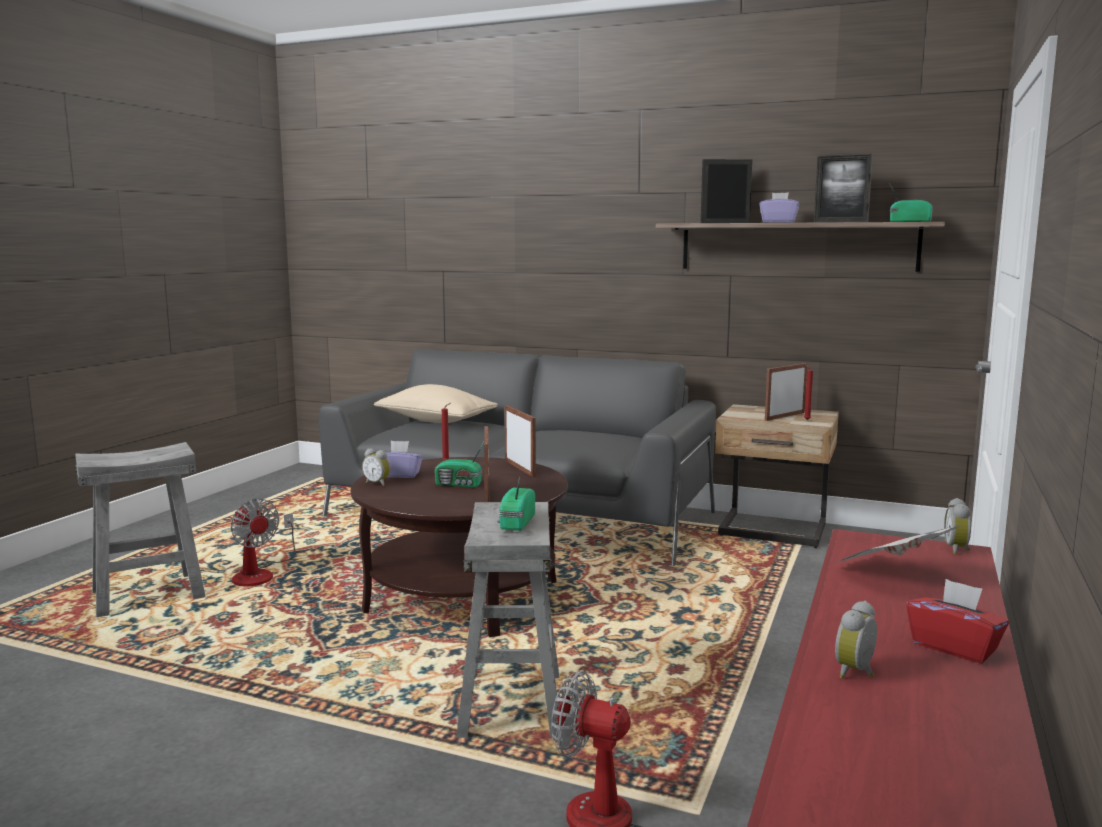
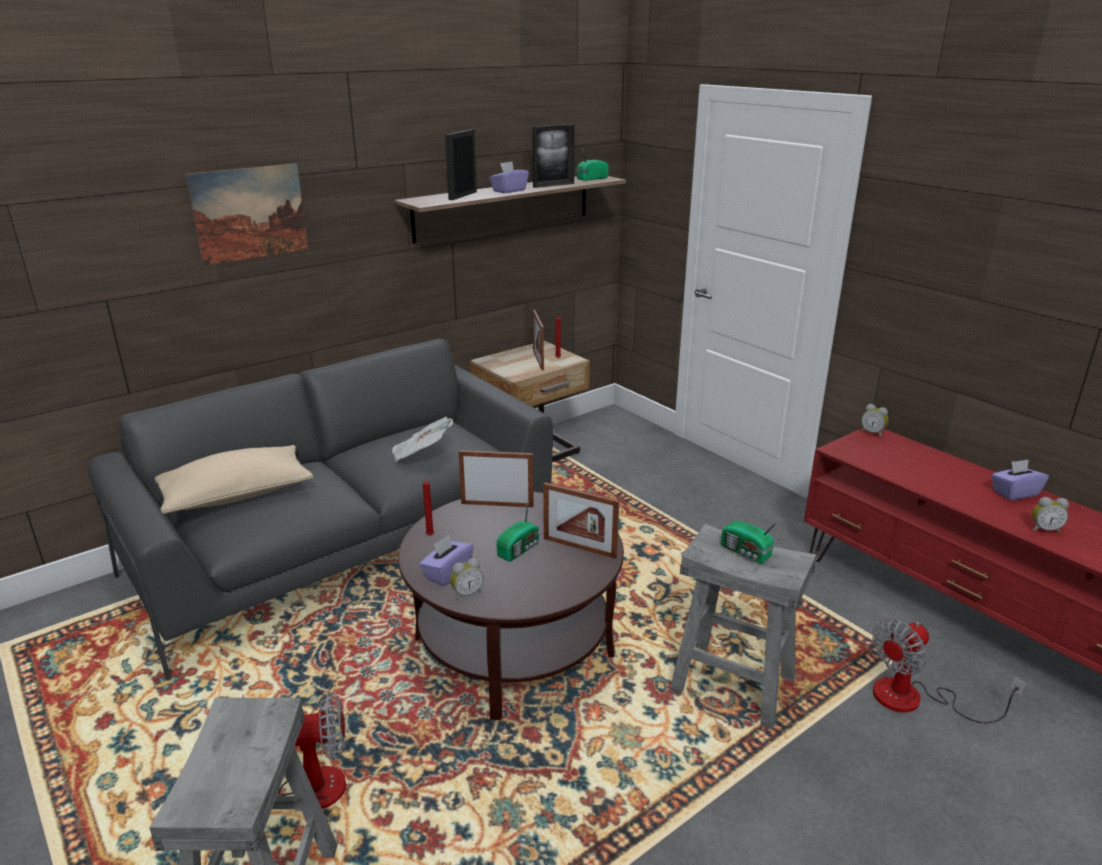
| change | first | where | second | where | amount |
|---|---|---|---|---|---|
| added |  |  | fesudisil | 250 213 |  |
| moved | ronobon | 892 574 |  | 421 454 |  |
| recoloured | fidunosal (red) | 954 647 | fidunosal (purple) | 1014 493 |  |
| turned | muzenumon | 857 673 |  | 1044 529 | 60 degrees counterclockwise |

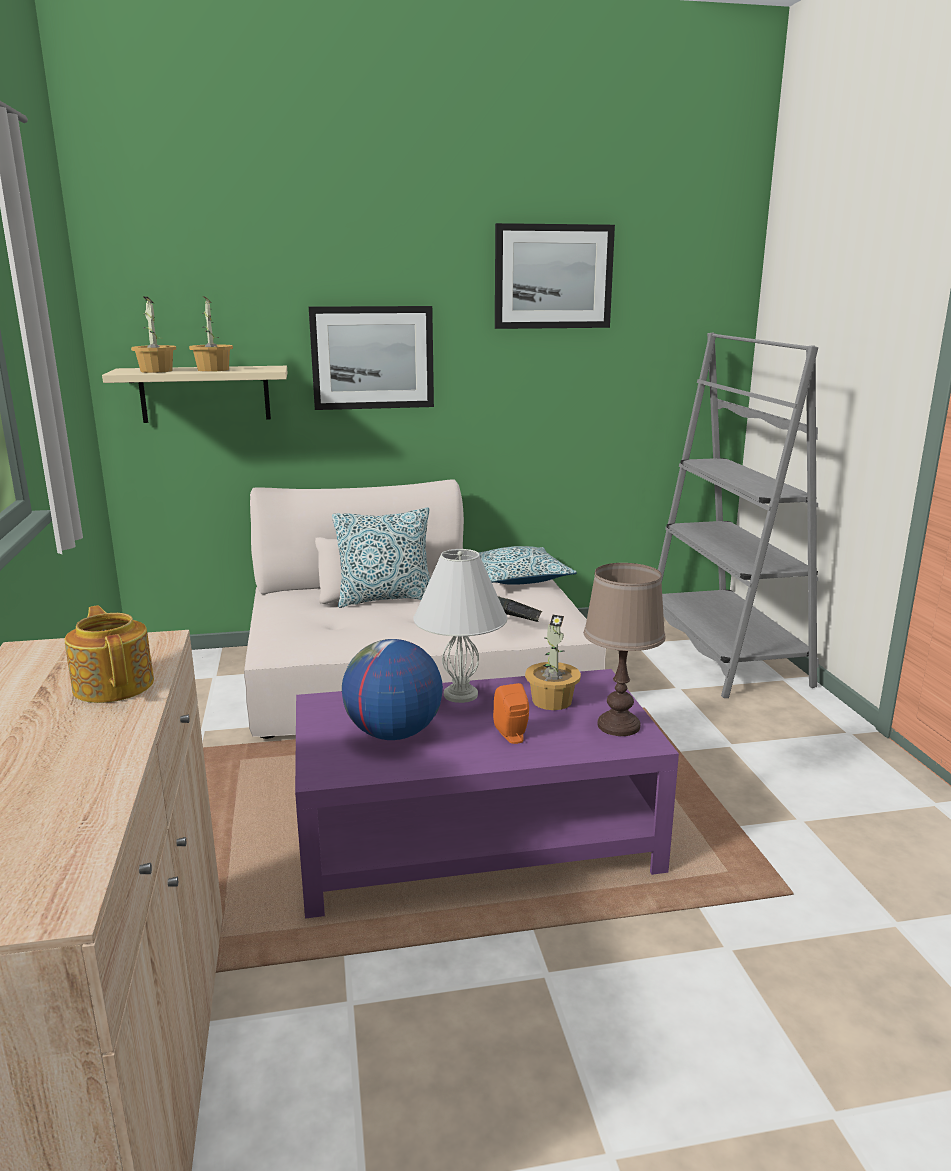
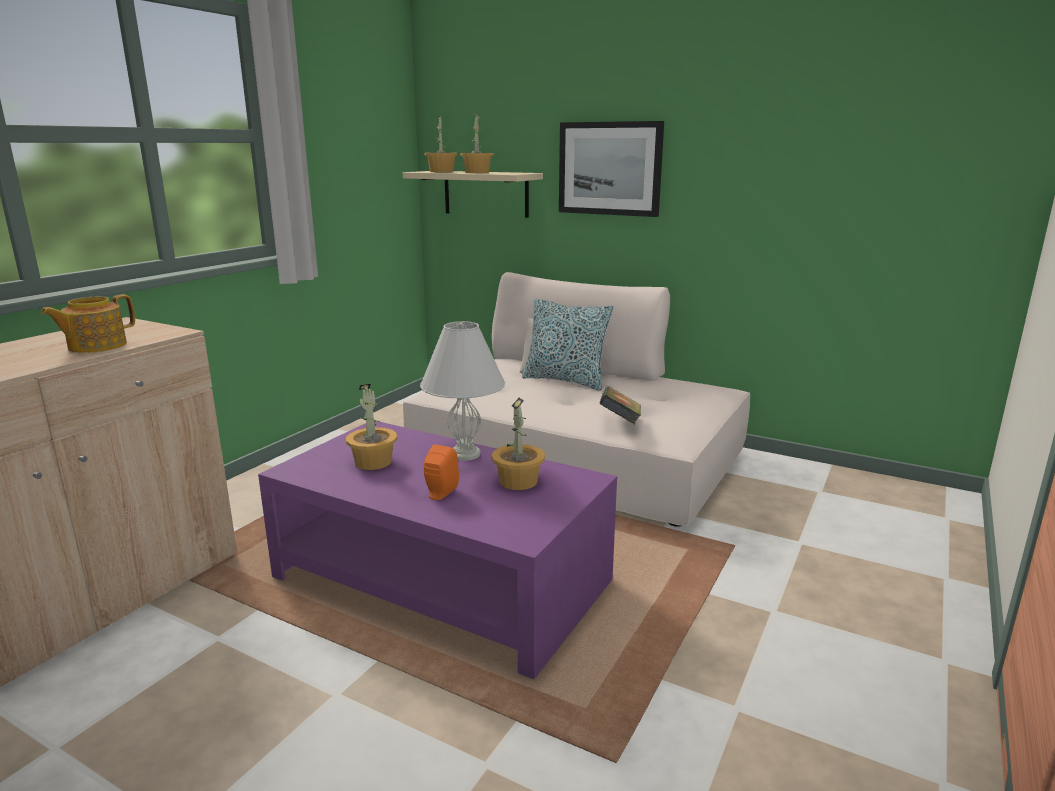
| change | first | where | second | where | amount |
|---|---|---|---|---|---|
| removed | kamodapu | 517 578 |  |  |  |
| removed | fesudisil | 553 277 |  |  |  |
| removed | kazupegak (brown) | 619 726 |  |  |  |
| removed | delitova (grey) | 724 652 |  |  |  |
| replaced | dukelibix | 393 734 | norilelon | 373 462 |  |
| turned | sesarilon | 114 685 |  | 96 346 | 150 degrees counterclockwise |

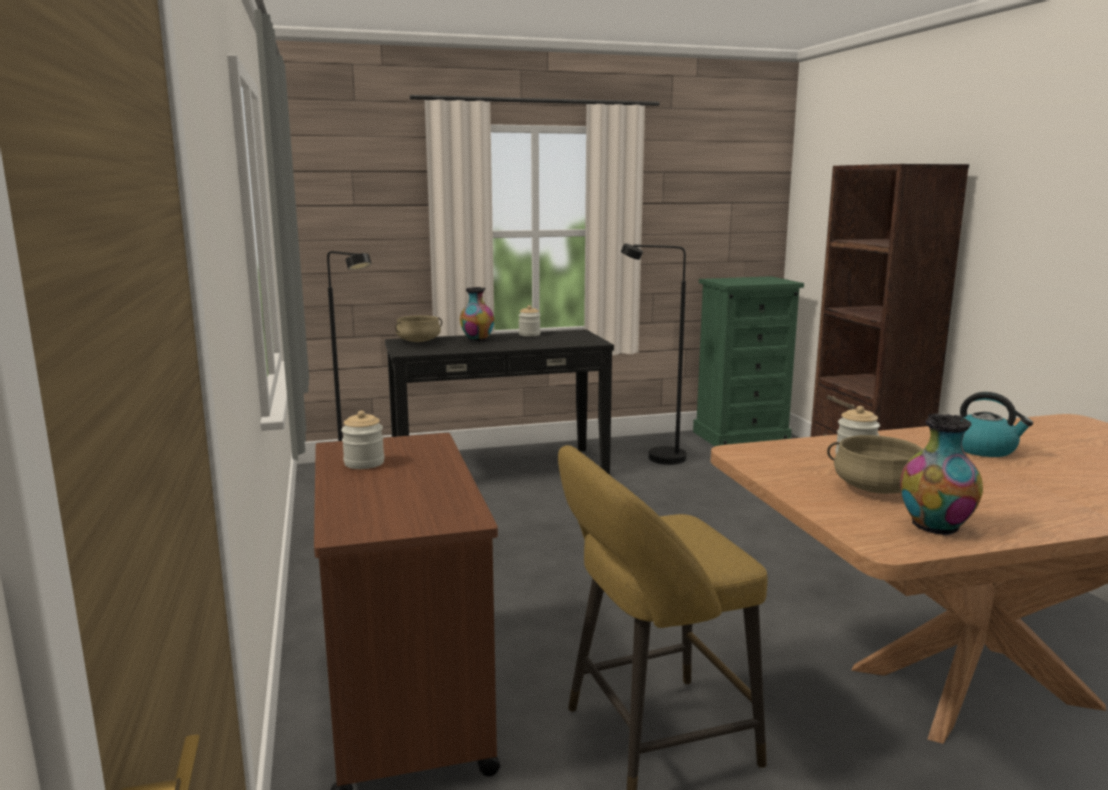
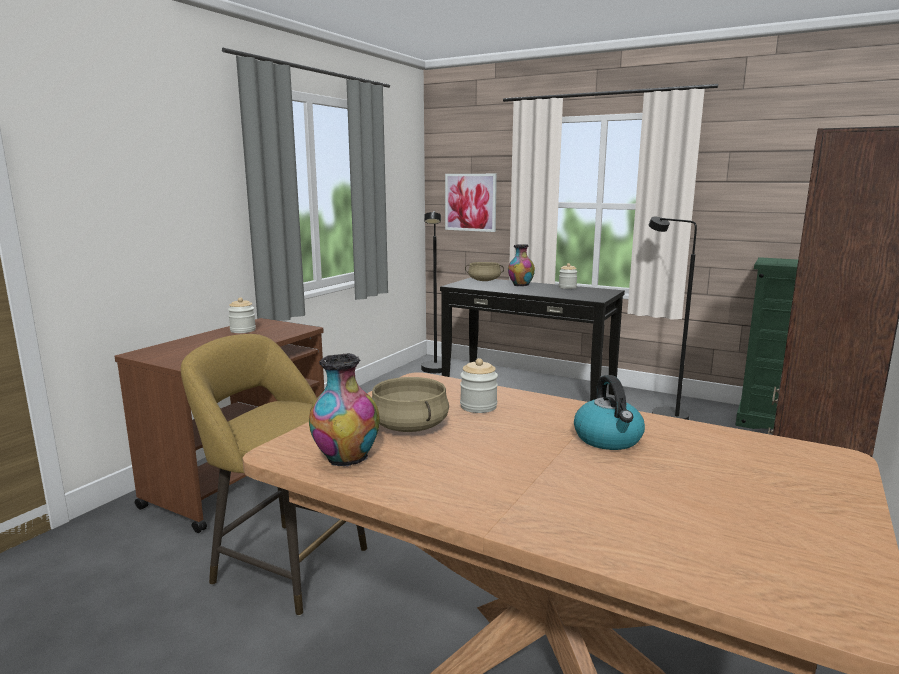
| change | first | where | second | where | amount |
|---|---|---|---|---|---|
| added |  |  | fesudisil | 470 202 |  |

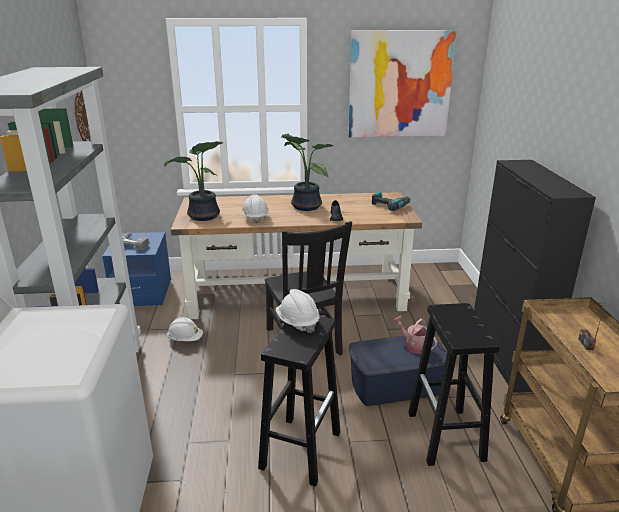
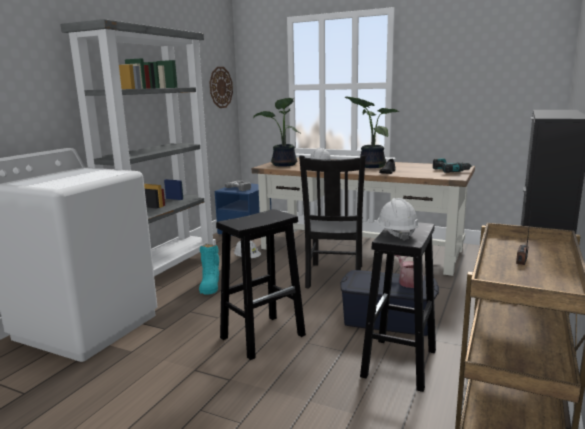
| change | first | where | second | where | amount |
|---|---|---|---|---|---|
| removed | fesudisil | 400 84 |  |  |  |
| added |  |  | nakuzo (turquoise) | 210 284 |  |
| moved | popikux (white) | 297 322 |  | 396 233 |  |

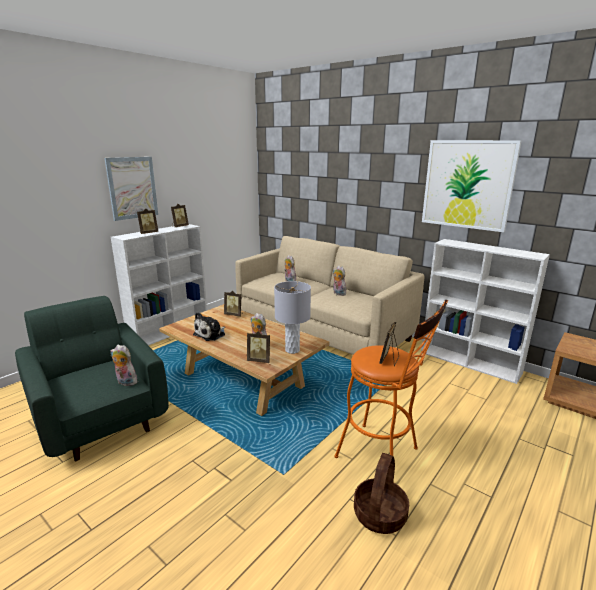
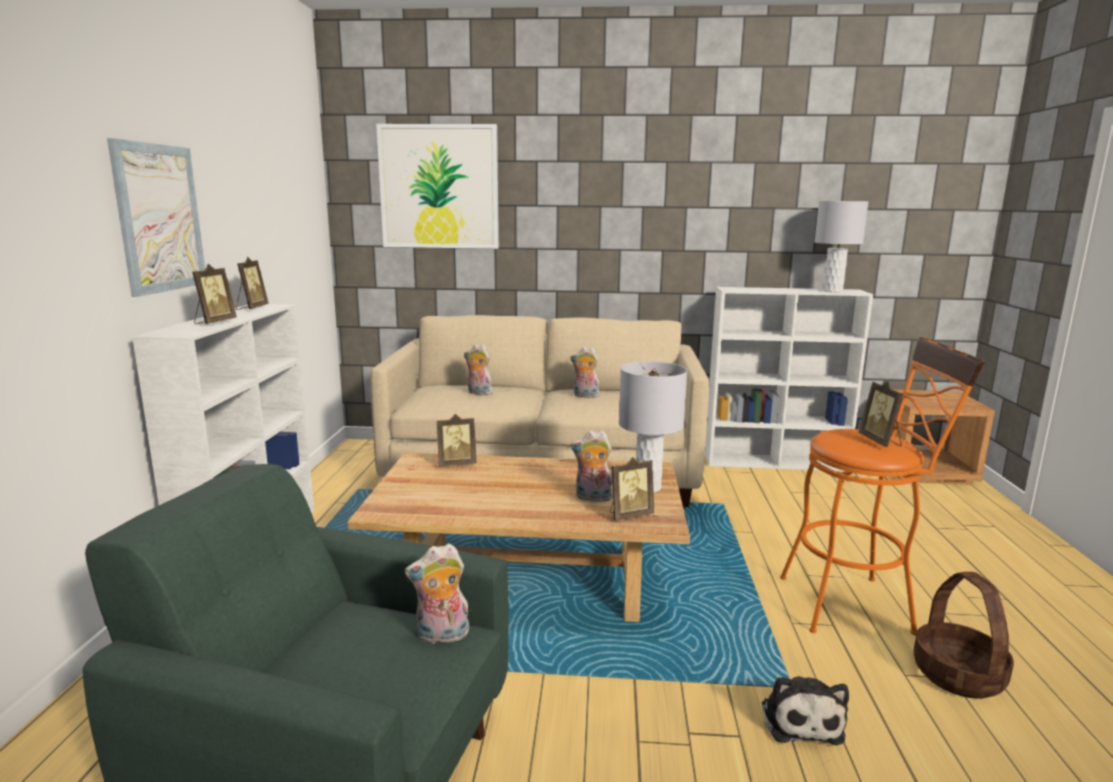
| change | first | where | second | where | amount |
|---|---|---|---|---|---|
| added |  |  | kazupegak (grey) | 833 291 |  |
| moved | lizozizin | 211 334 |  | 800 719 |  |
| moved | fesudisil | 467 184 |  | 439 187 |  |

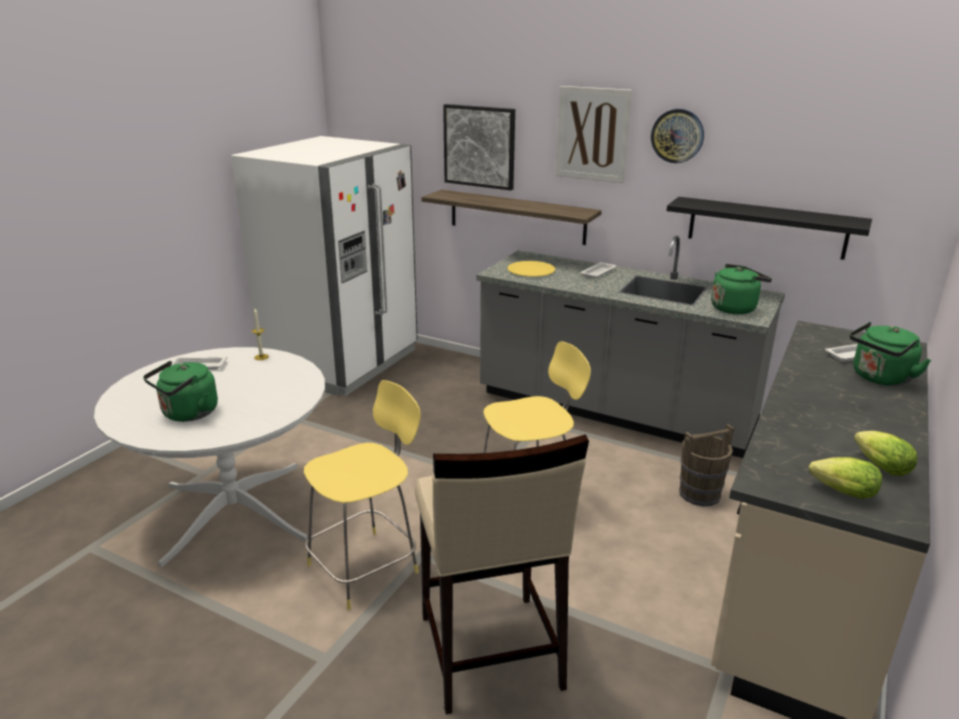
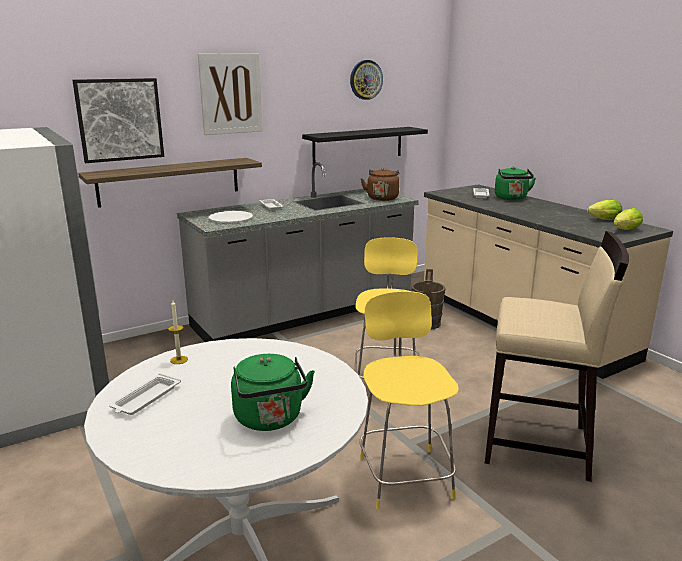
| change | first | where | second | where | amount |
|---|---|---|---|---|---|
| moved | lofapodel | 677 136 |  | 366 80 |  |
| recoloured | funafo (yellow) | 531 270 | funafo (white) | 230 218 |  |
| recoloured | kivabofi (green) | 735 308 | kivabofi (brown) | 382 198 |  |

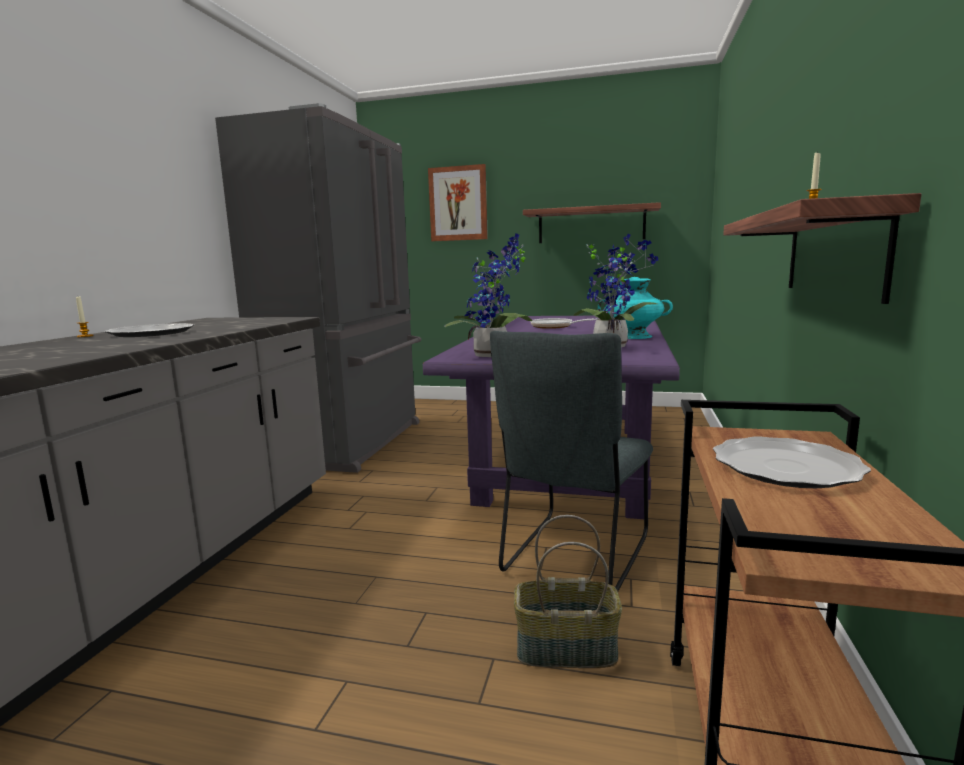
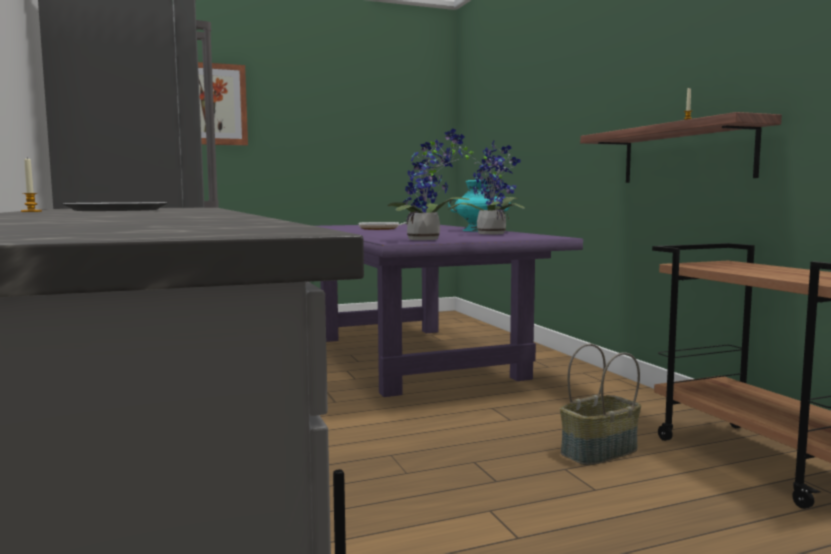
| change | first | where | second | where | amount |
|---|---|---|---|---|---|
| removed | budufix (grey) | 573 558 |  |  |  |
| removed | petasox | 591 225 |  |  |  |
| removed | funafo | 786 467 |  |  |  |

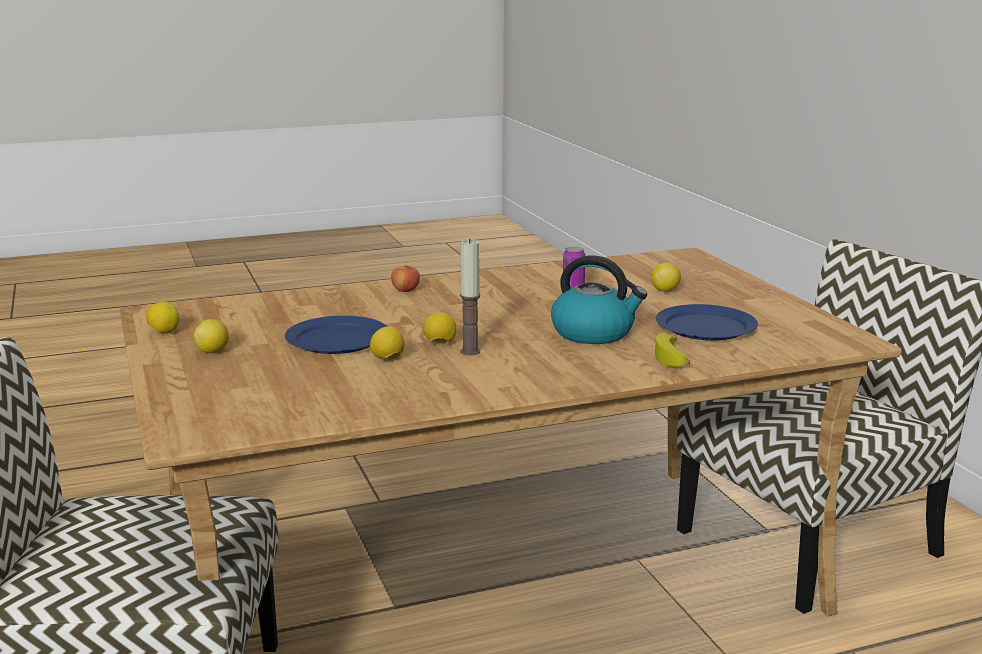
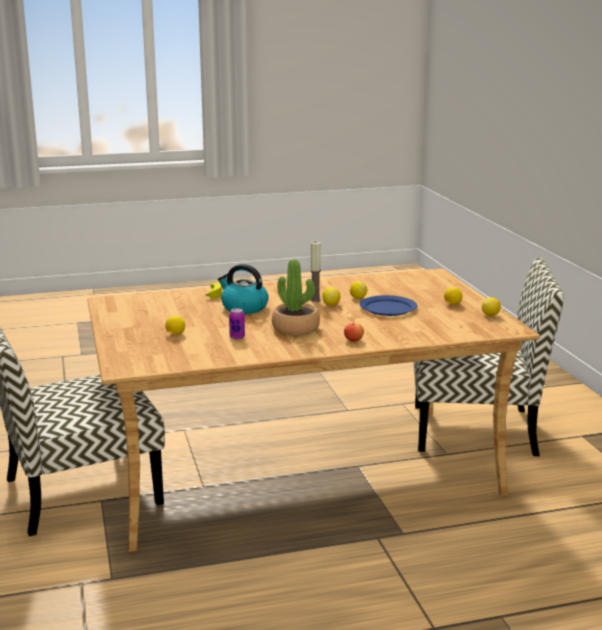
| change | first | where | second | where | amount |
|---|---|---|---|---|---|
| removed | funafo (blue) | 705 327 |  |  |  |
| added |  |  | norilelon | 296 328 |  |

